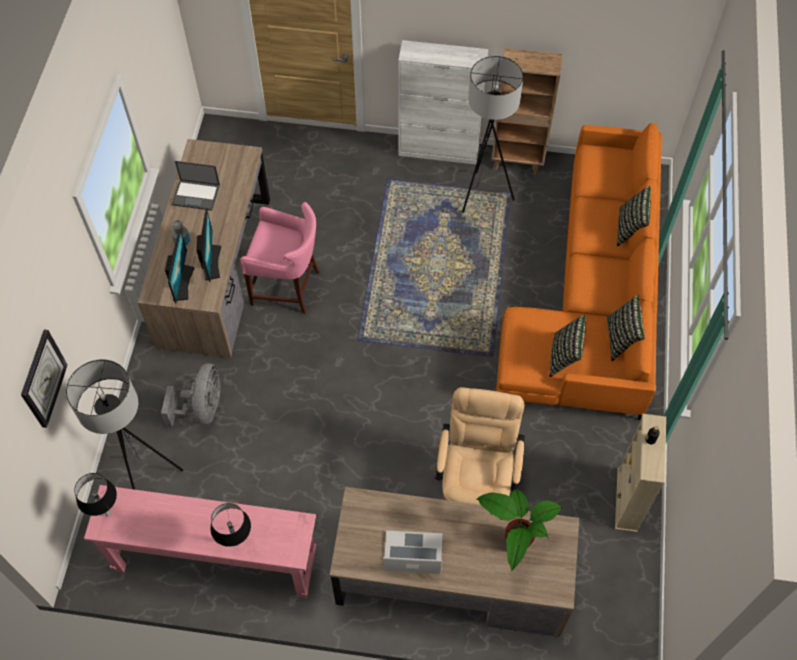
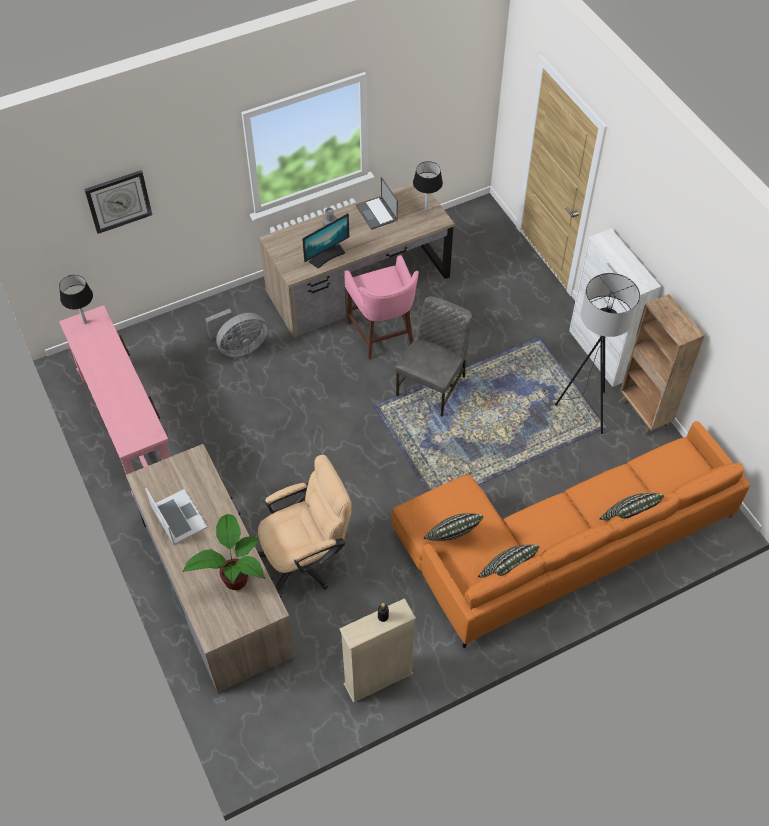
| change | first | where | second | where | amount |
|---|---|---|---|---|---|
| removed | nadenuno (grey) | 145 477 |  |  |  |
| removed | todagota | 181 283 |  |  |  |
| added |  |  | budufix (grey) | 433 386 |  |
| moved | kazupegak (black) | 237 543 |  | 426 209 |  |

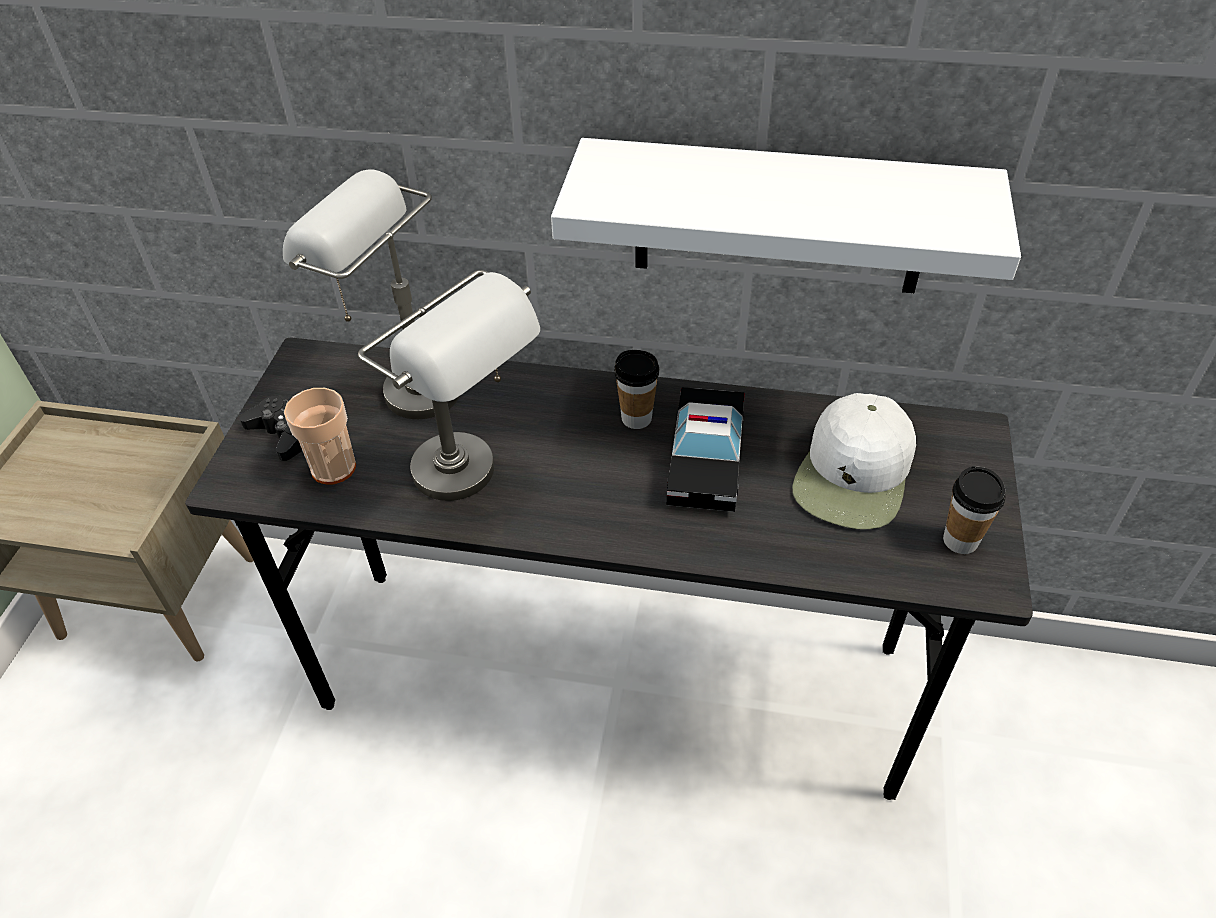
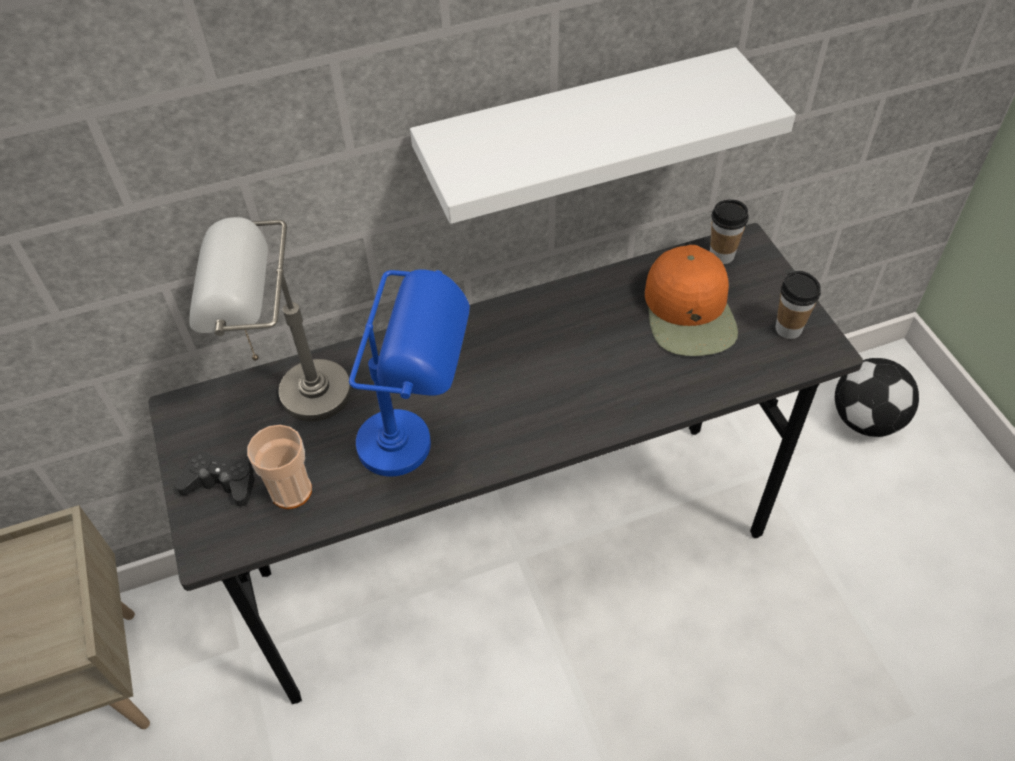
| change | first | where | second | where | amount |
|---|---|---|---|---|---|
| removed | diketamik | 705 460 |  |  |  |
| added |  |  | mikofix | 865 419 |  |
| moved | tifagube | 636 418 |  | 721 255 |  |
| recoloured | kazupegak (grey) | 476 481 | kazupegak (blue) | 420 446 |  |
| recoloured | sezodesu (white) | 854 475 | sezodesu (orange) | 690 312 |  |

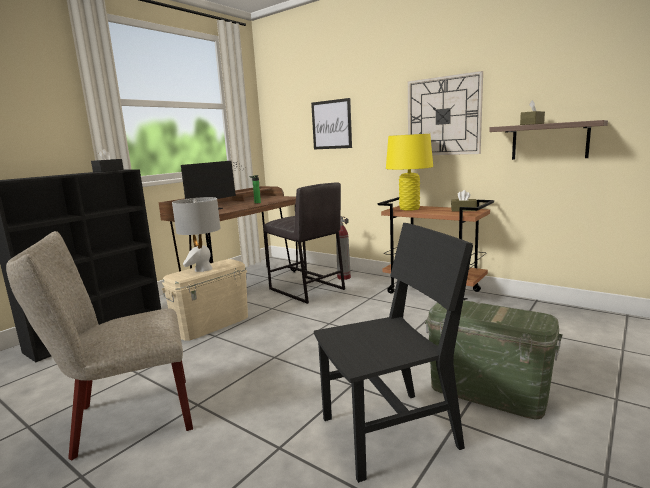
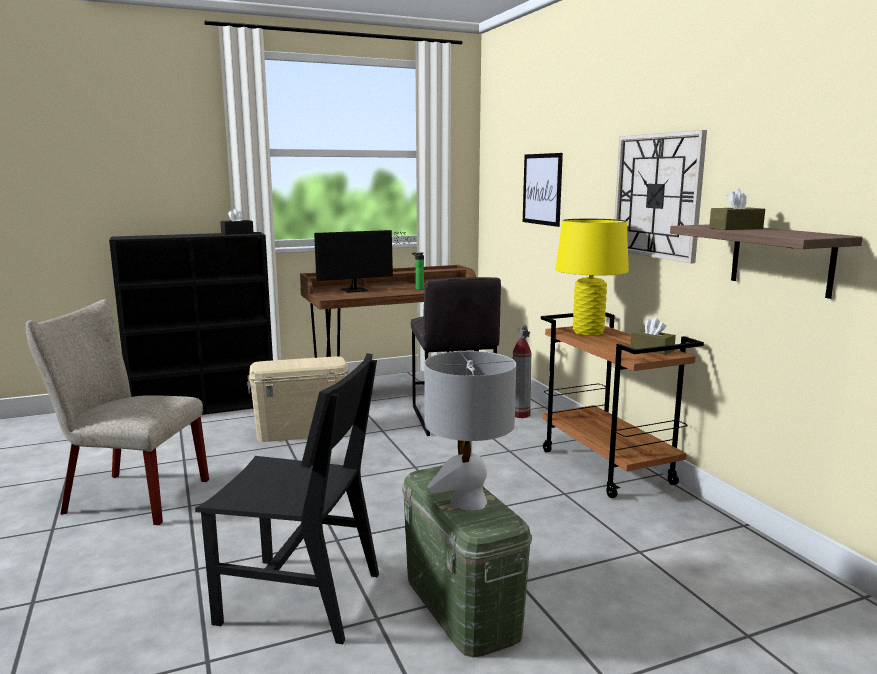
| change | first | where | second | where | amount |
|---|---|---|---|---|---|
| moved | kazupegak (grey) | 203 269 |  | 468 502 |  |

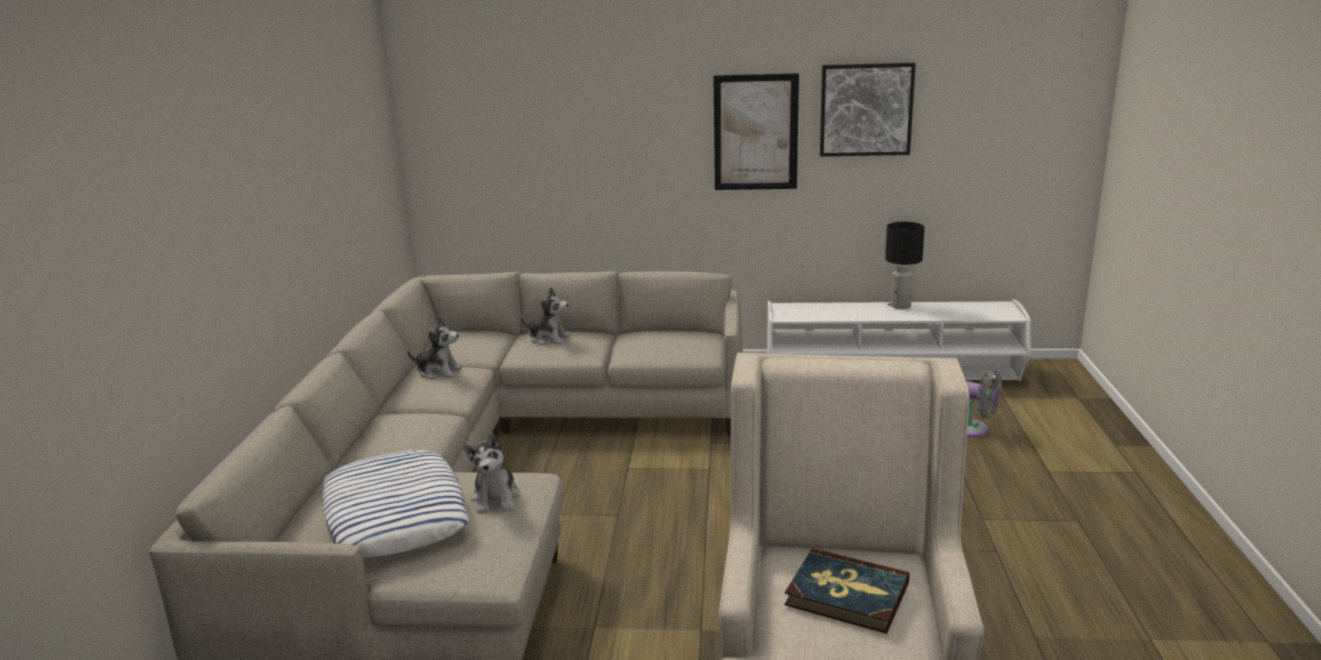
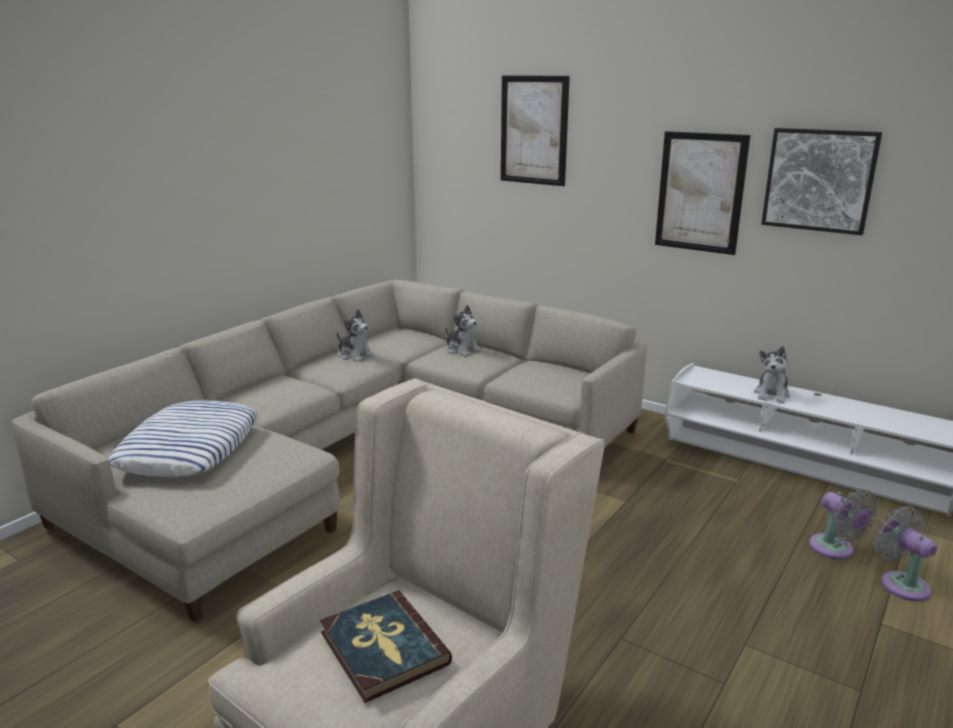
| change | first | where | second | where | amount |
|---|---|---|---|---|---|
| removed | kazupegak (black) | 900 306 |  |  |  |
| added |  |  | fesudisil | 534 130 |  |
| added |  |  | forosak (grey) | 900 583 |  |
| moved | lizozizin | 496 498 |  | 772 394 |  |

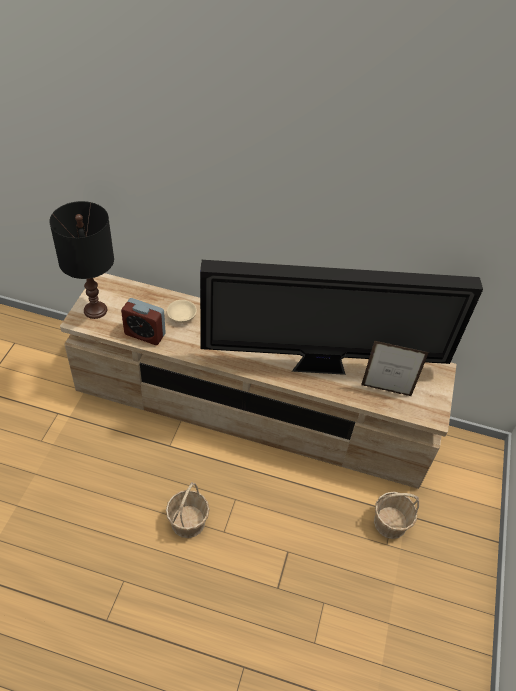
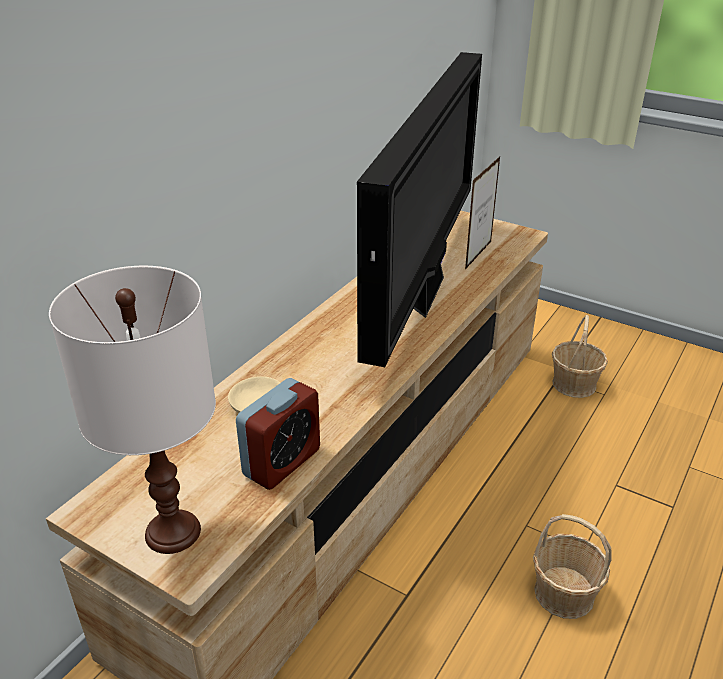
| change | first | where | second | where | amount |
|---|---|---|---|---|---|
| recoloured | kazupegak (black) | 95 310 | kazupegak (white) | 171 532 |  |

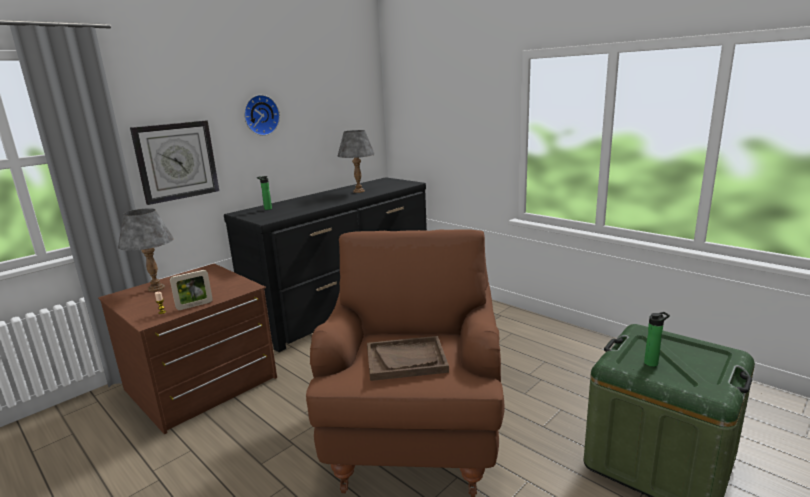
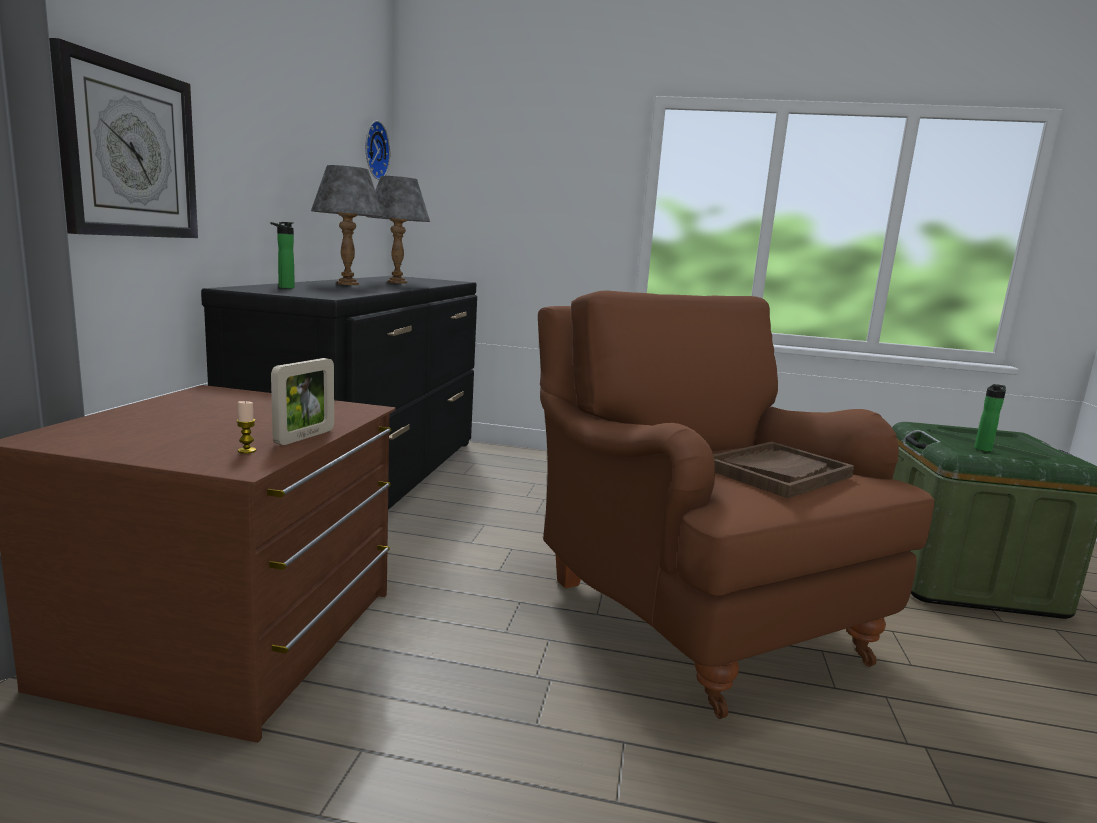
| change | first | where | second | where | amount |
|---|---|---|---|---|---|
| moved | kazupegak (grey) | 156 288 |  | 347 284 |  |
| moved | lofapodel | 260 115 |  | 373 150 |  |

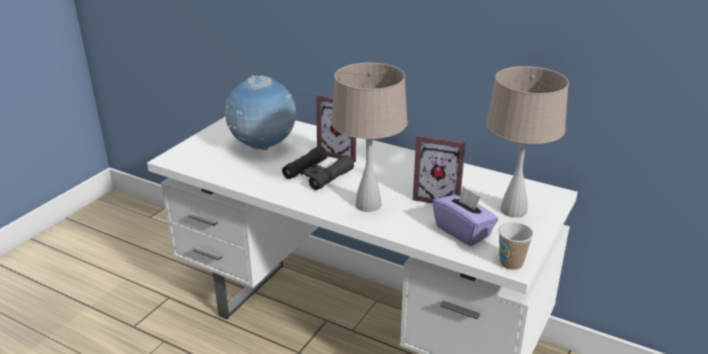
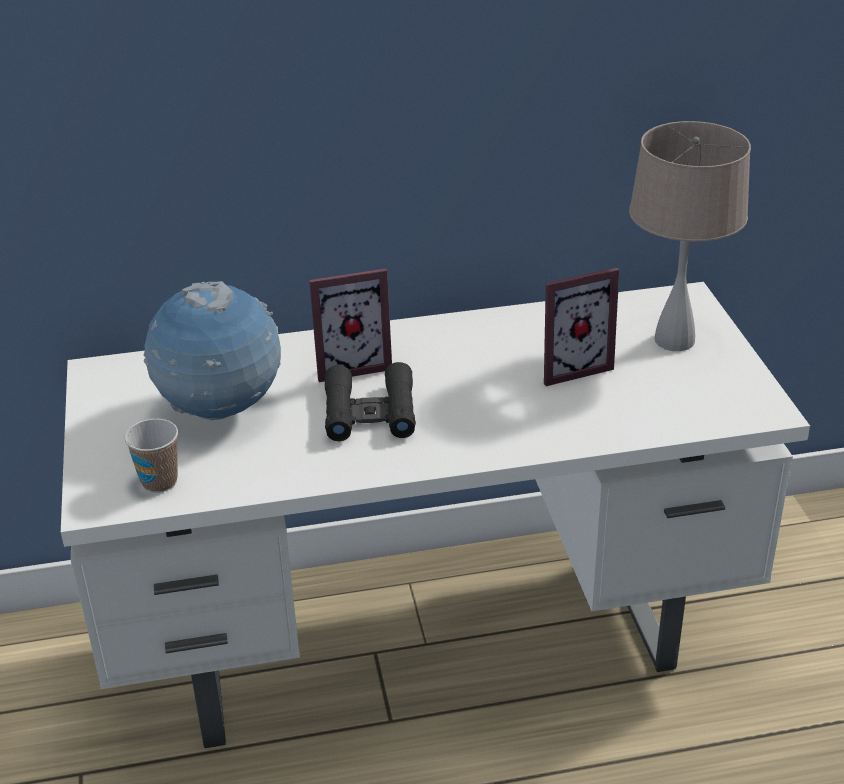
| change | first | where | second | where | amount |
|---|---|---|---|---|---|
| removed | kazupegak (beige) | 369 205 |  |  |  |
| removed | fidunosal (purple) | 463 231 |  |  |  |
| moved | tifagube | 511 263 |  | 159 481 |  |

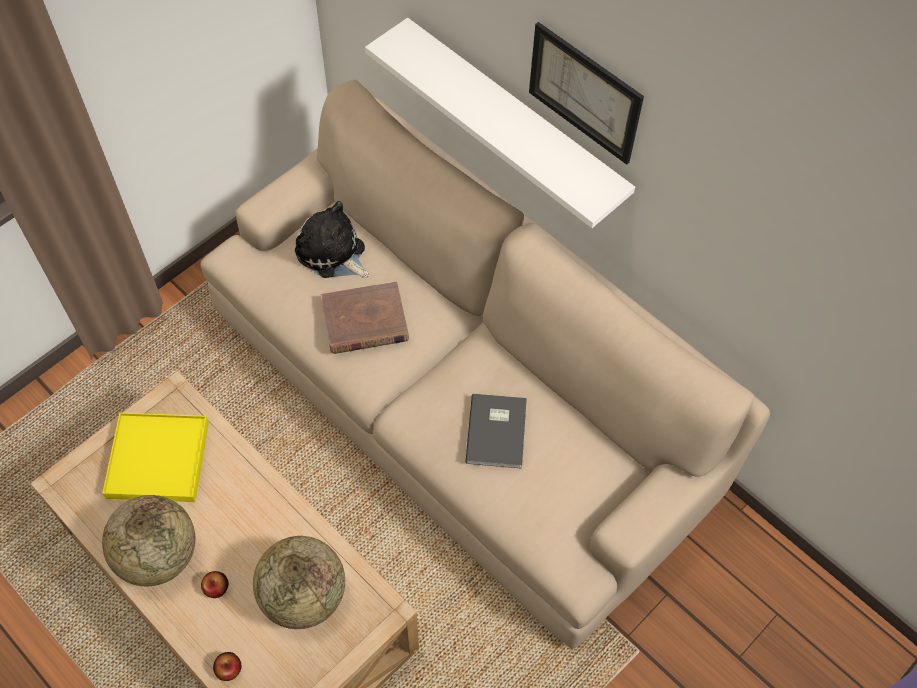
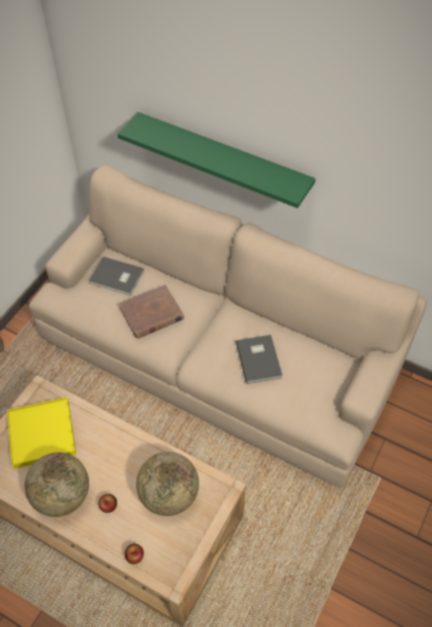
| change | first | where | second | where | amount |
|---|---|---|---|---|---|
| removed | fesudisil | 584 92 |  |  |  |
| replaced | lizozizin | 333 254 | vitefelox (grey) | 117 278 |  |
| recoloured | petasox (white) | 514 121 | petasox (green) | 223 160 |  |

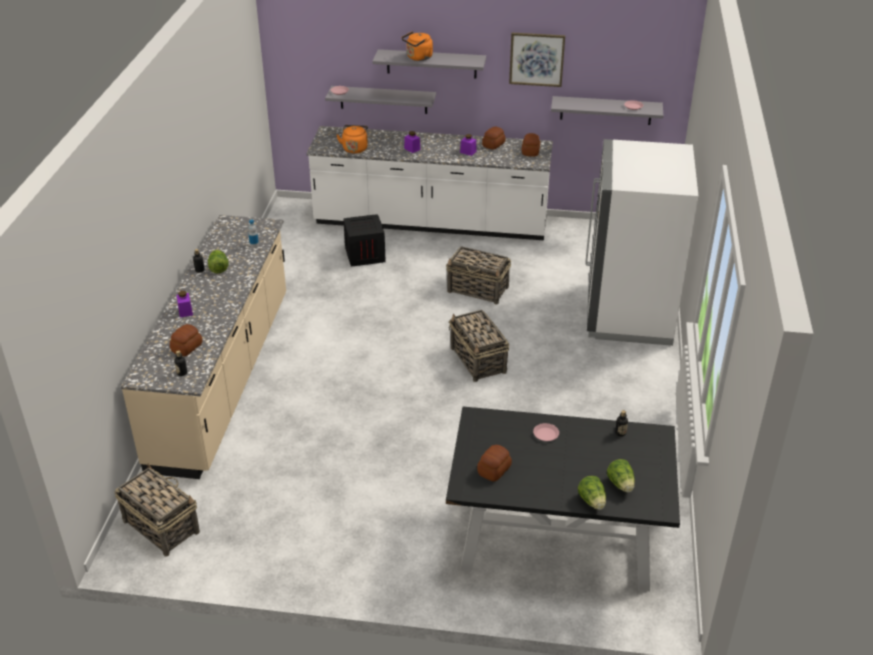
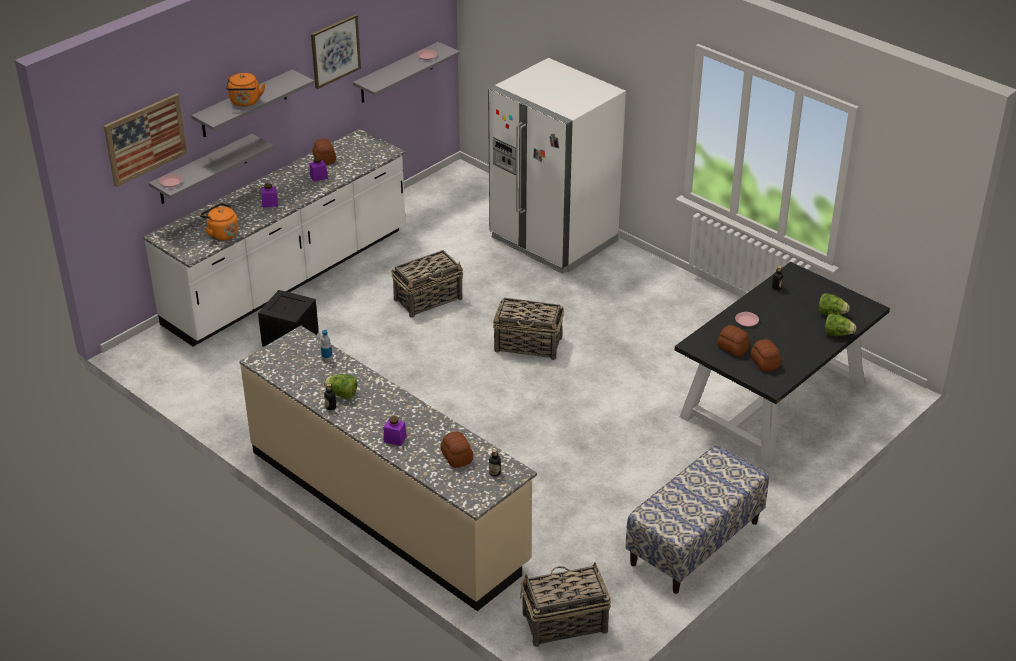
| change | first | where | second | where | amount |
|---|---|---|---|---|---|
| added |  |  | fesudisil | 145 139 |  |
| added |  |  | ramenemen | 694 543 |  |
| moved | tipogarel | 531 151 |  | 732 347 |  |

